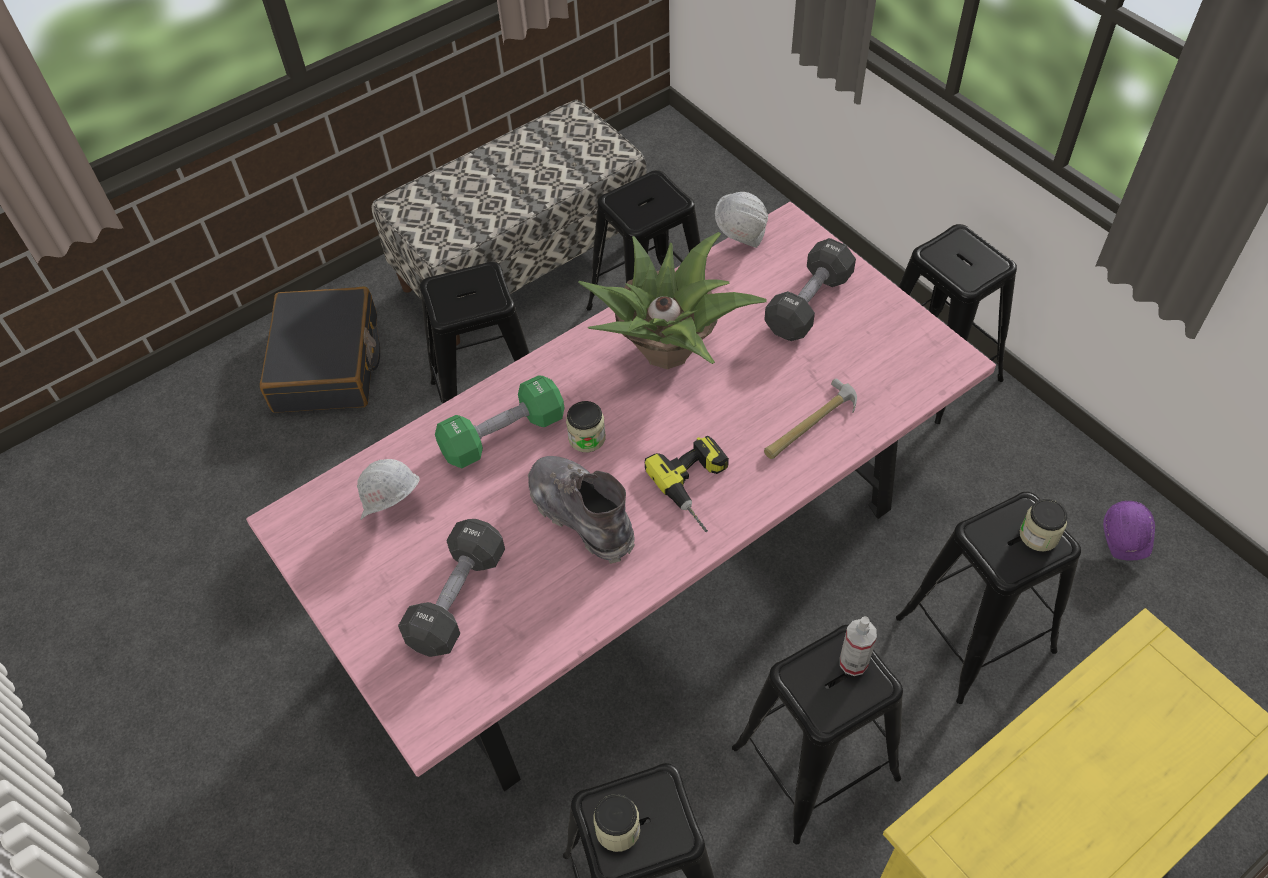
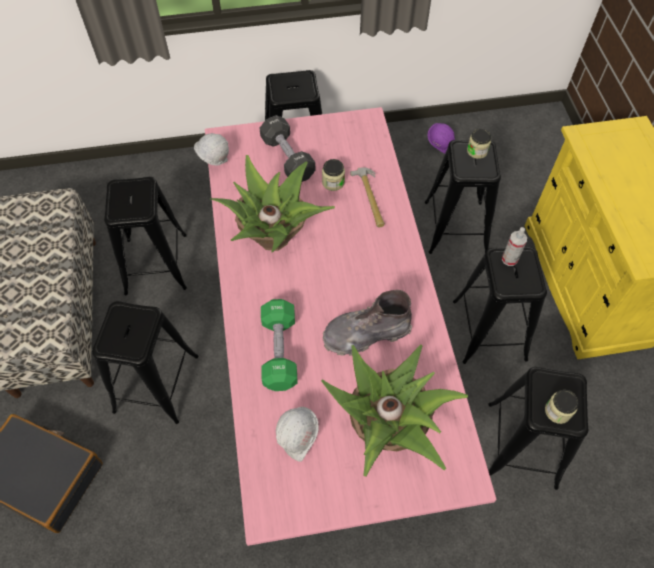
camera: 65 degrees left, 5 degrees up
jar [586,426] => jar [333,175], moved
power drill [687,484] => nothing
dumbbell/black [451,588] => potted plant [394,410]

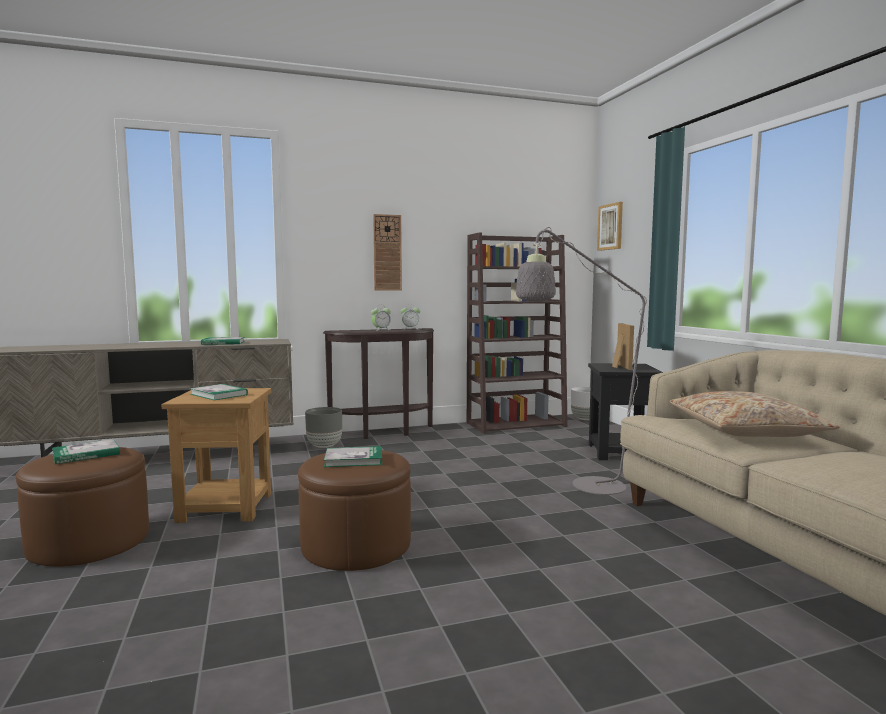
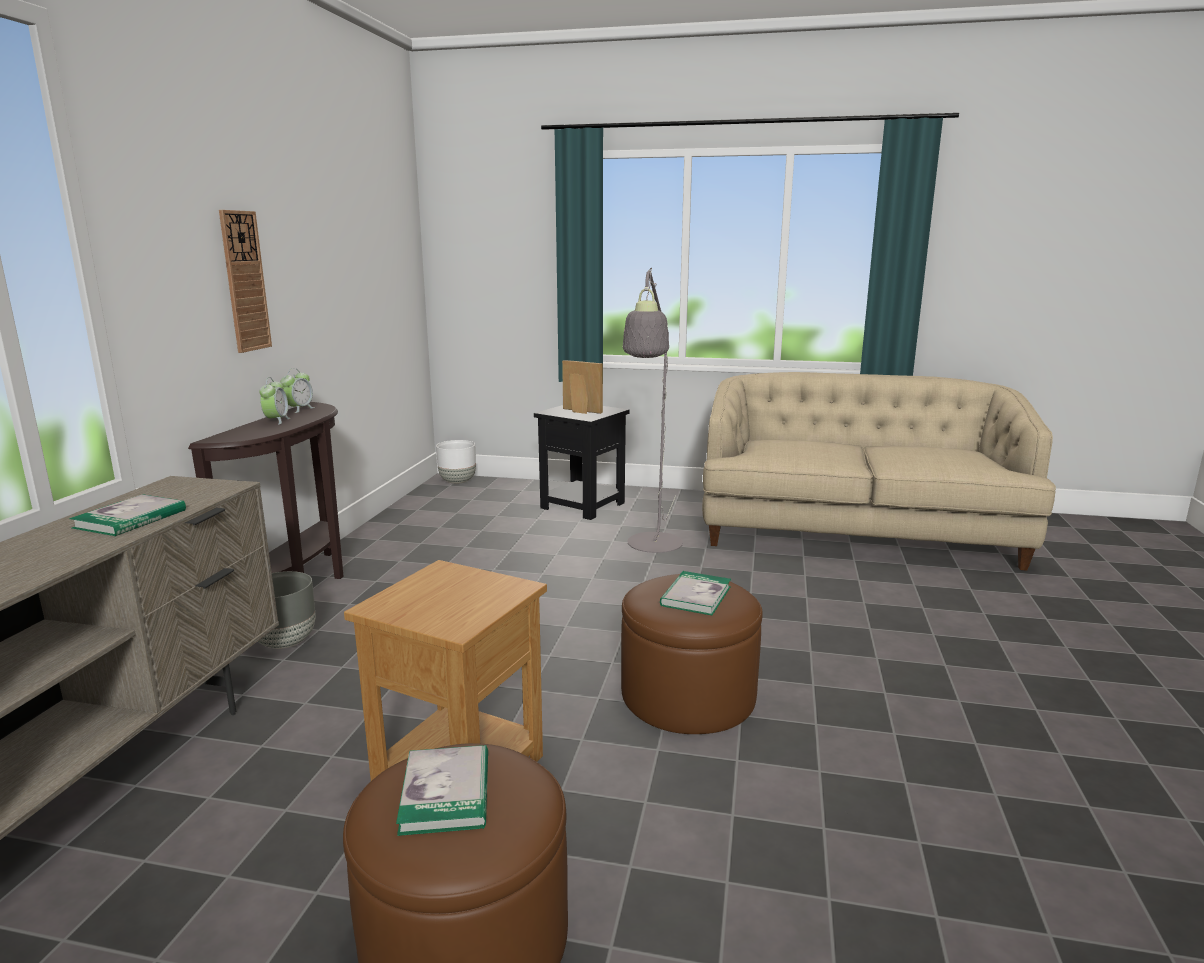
camera: 60 degrees left, 10 degrees up
picture [610,226] => nothing
bookcase/brown [517,333] => nothing
book [219,392] => nothing
pillow/beige [754,414] => nothing

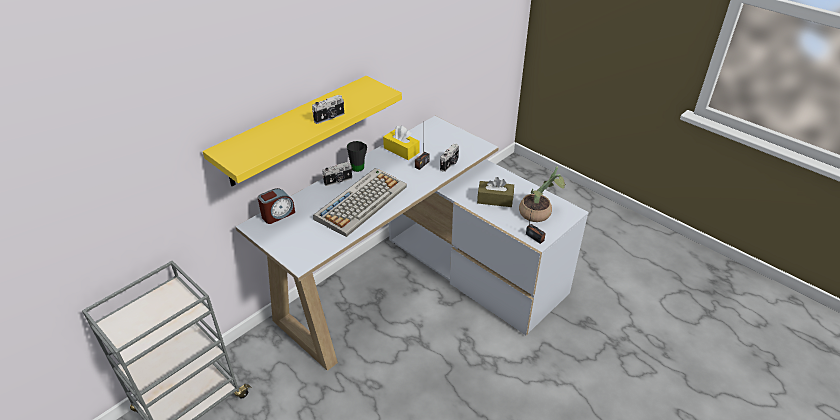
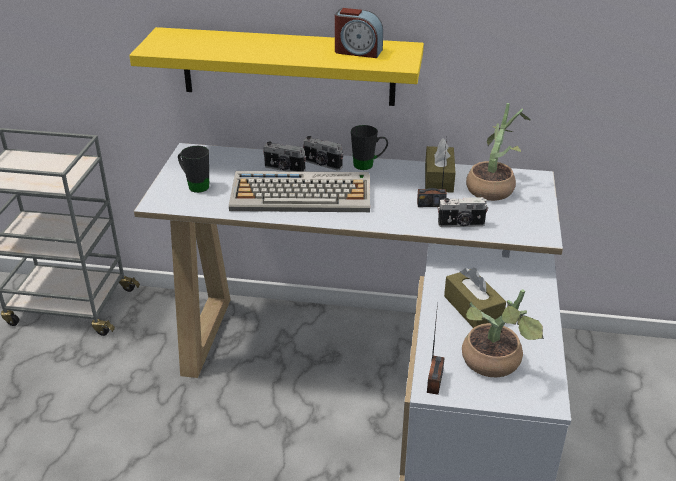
camera: 55 degrees right, 5 degrees down
photo camera [328,109] => photo camera [284,157], moved
tissue box/yellow [401,143] => tissue box/brown [440,165]
alarm clock [276,206] => alarm clock [359,33], moved
nothing => potted plant [498,152]
nothing => mug/black [193,169]

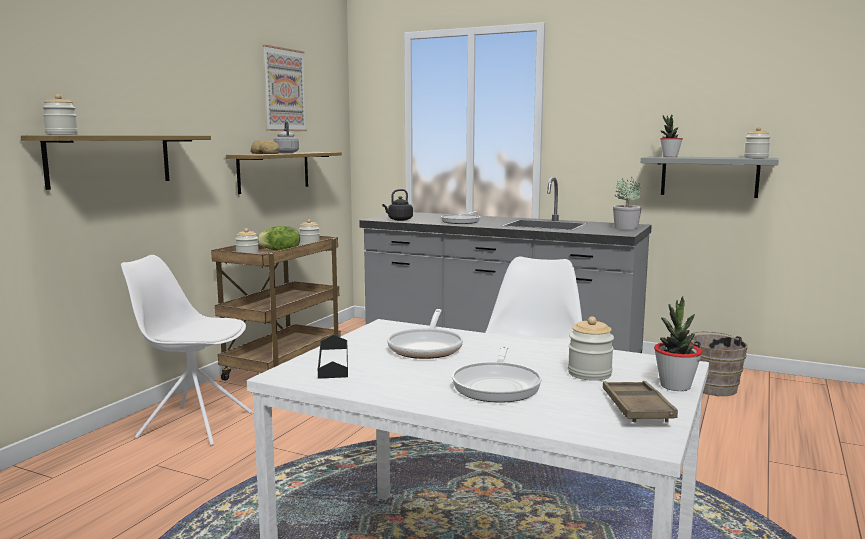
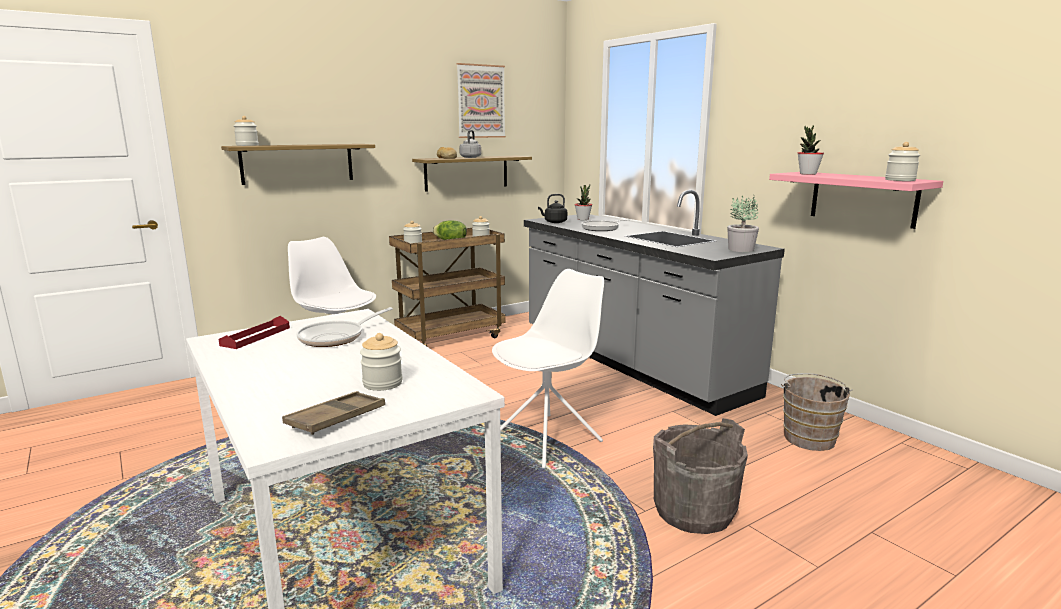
camera: 30 degrees right, 5 degrees up
shelf/grey [710,177] => shelf/pink [856,200]
potted plant [678,343] => potted plant [583,202], moved
tray/black [333,357] => tray/red [254,332]
frying pan [497,374] => nothing
nothing => bucket/grey [700,476]

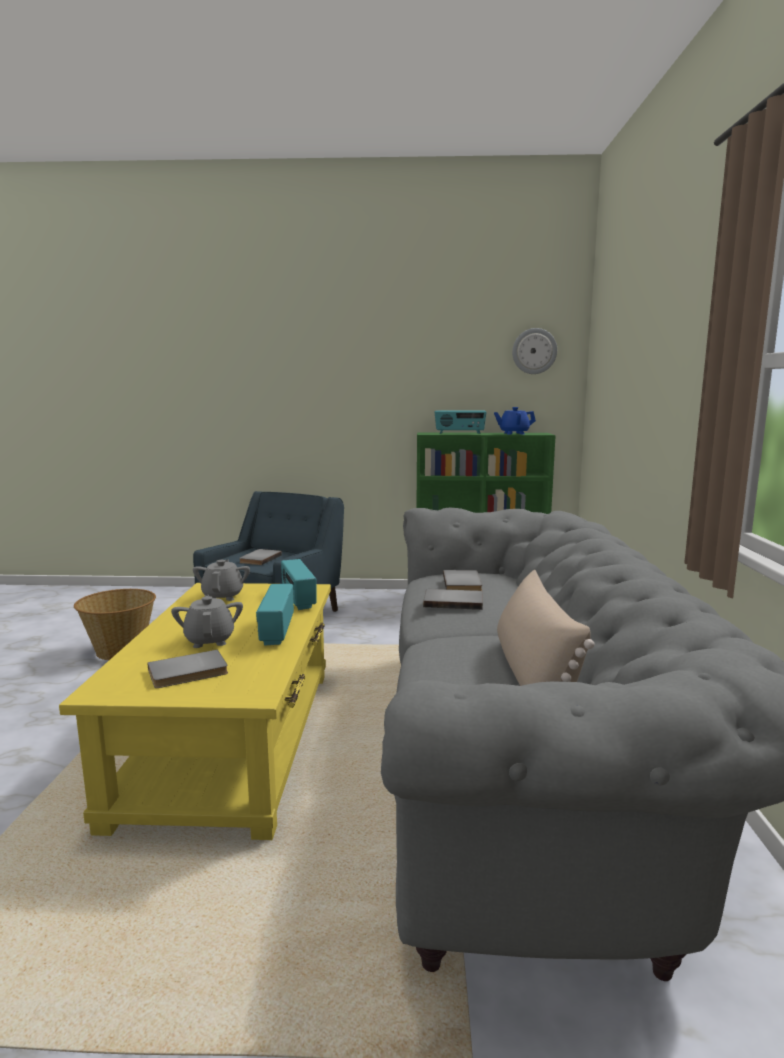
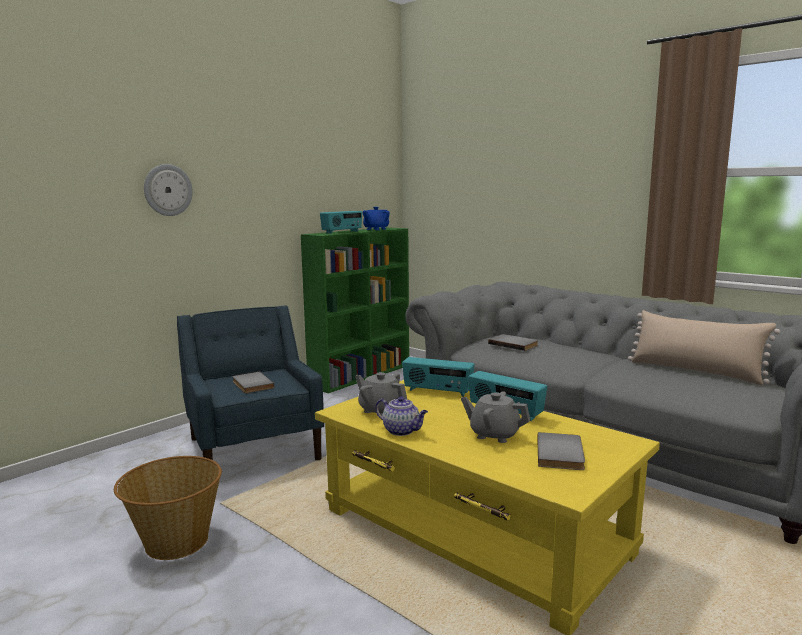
camera: 50 degrees left, 0 degrees up
wall clock [534,351] => wall clock [168,190], moved
book/grey [453,599] => nothing
nothing => teapot [401,416]

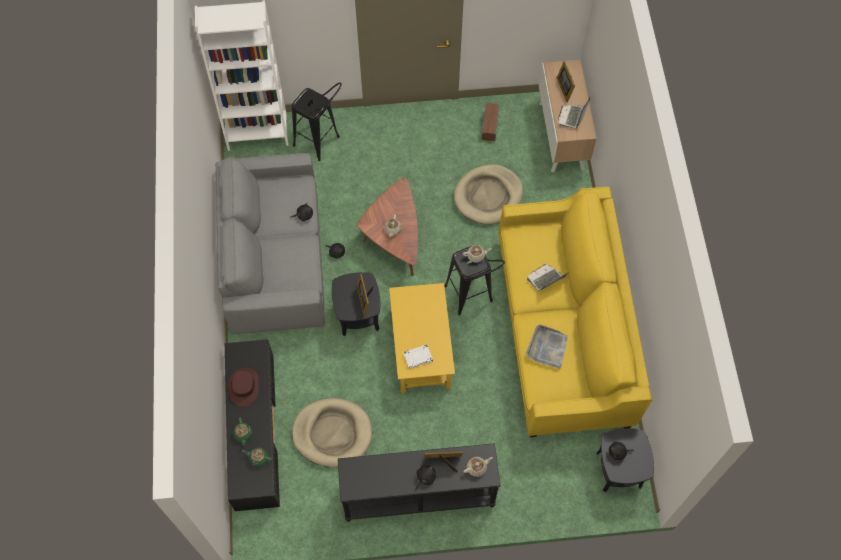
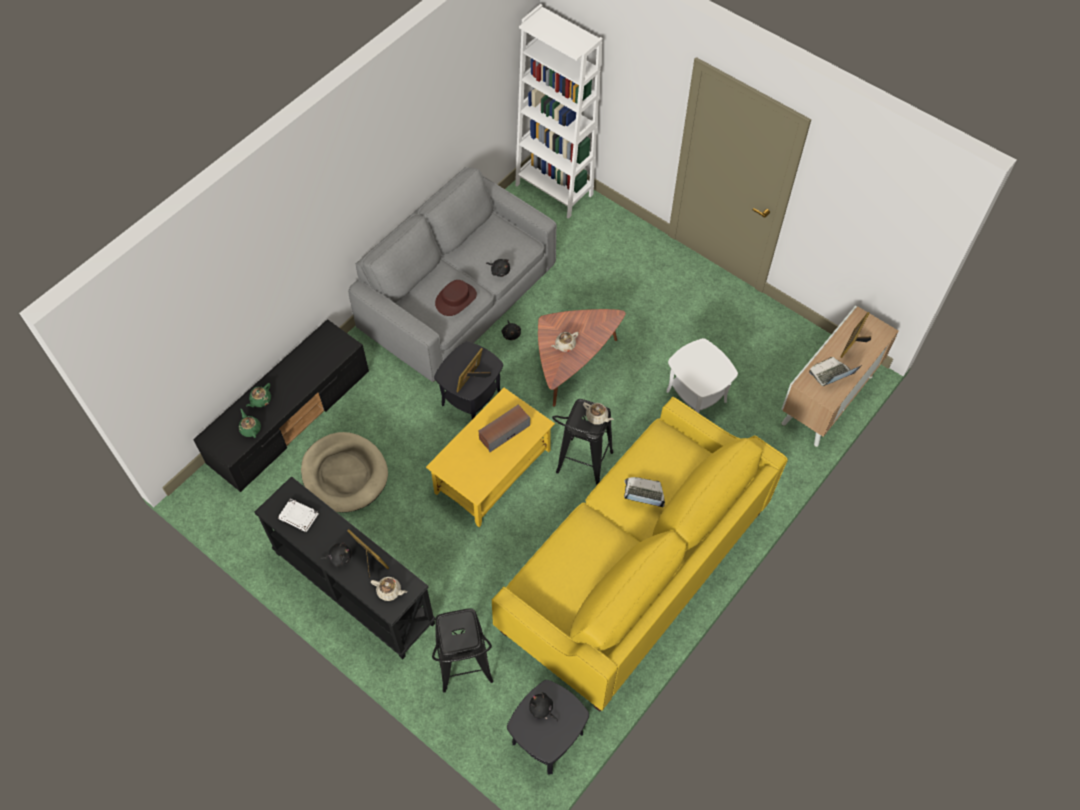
camera: 45 degrees right, 5 degrees down
stool/black [317,121] => stool/black [462,650], moved
speaker [490,122] => speaker [504,428], moved
dog bed/beige [488,194] => side table/white [702,375]
tray/grey [547,347] => nothing
book/white [418,357] => book/white [298,515], moved
hat/brown [244,387] => hat/brown [456,298], moved

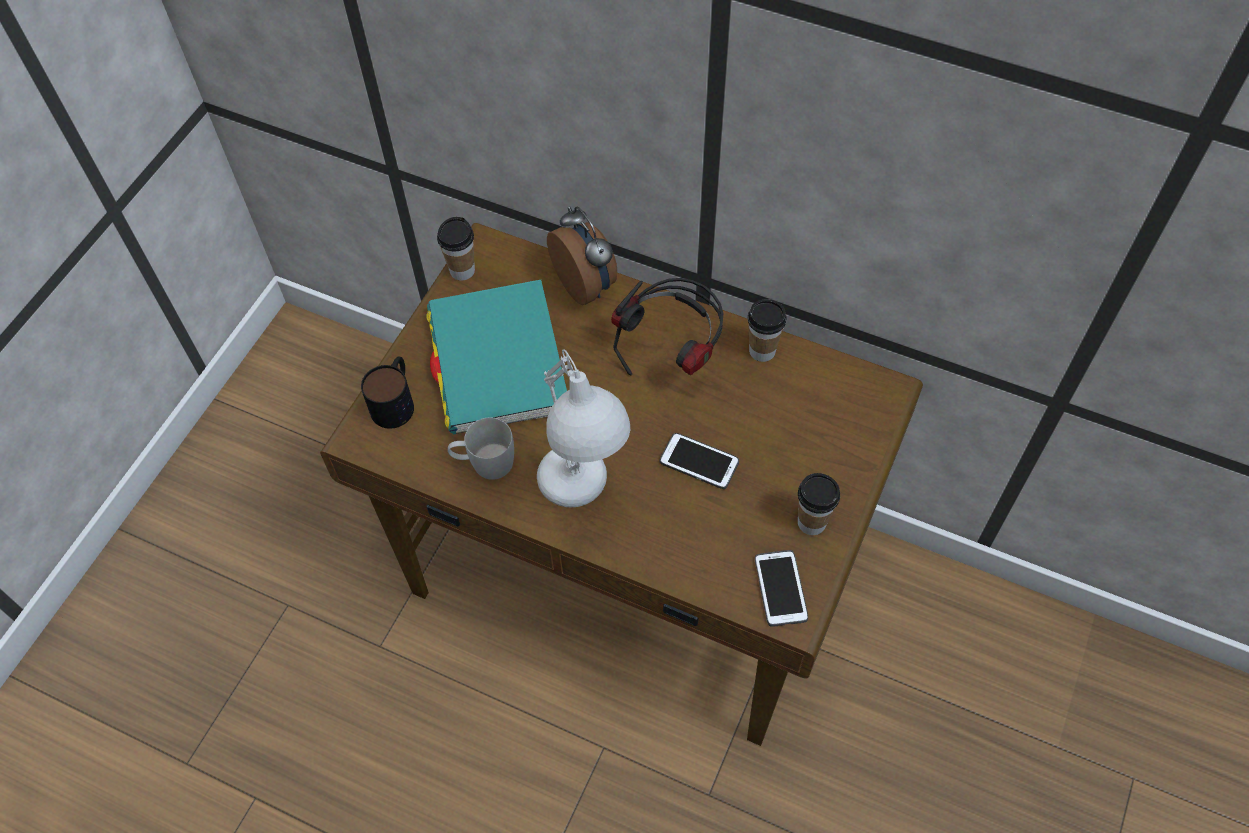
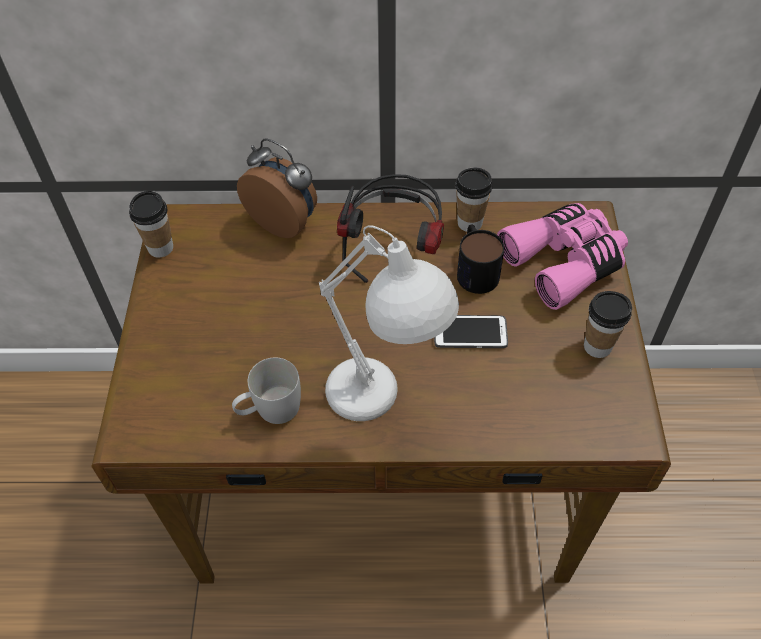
camera: 25 degrees left, 5 degrees down
book/turquoise [496,357] => nothing
mug [387,393] => mug [481,259], moved
phone [781,588] => nothing
nothing => binoculars/pink [562,256]

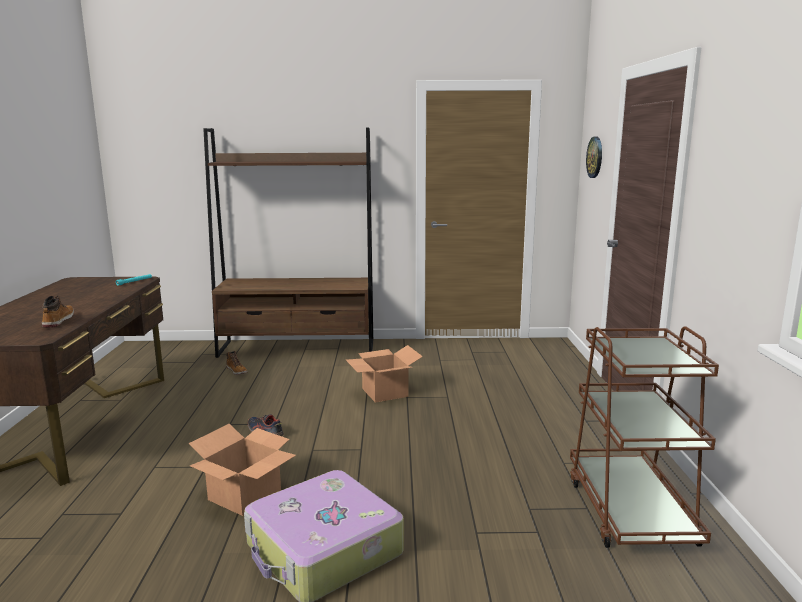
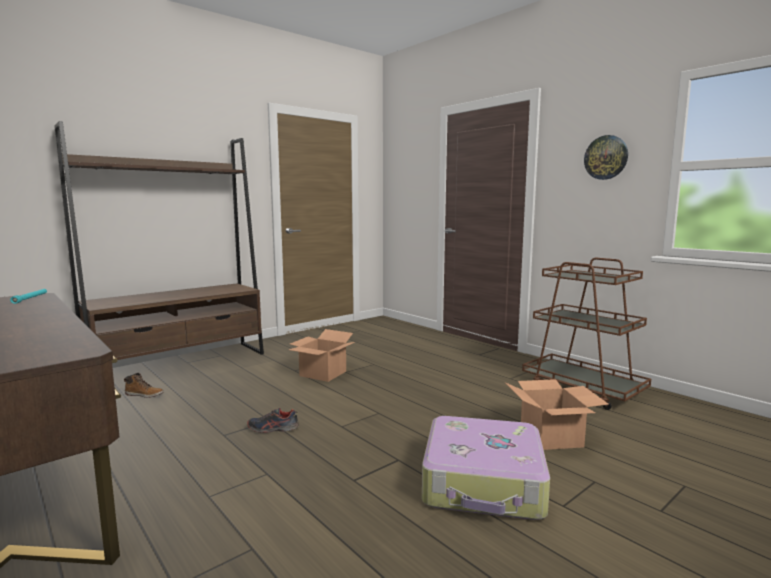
camera: 40 degrees left, 5 degrees down
wall clock [594,157] => wall clock [606,157], moved
boot [58,311] => nothing
cardboard box [242,470] => cardboard box [557,414], moved

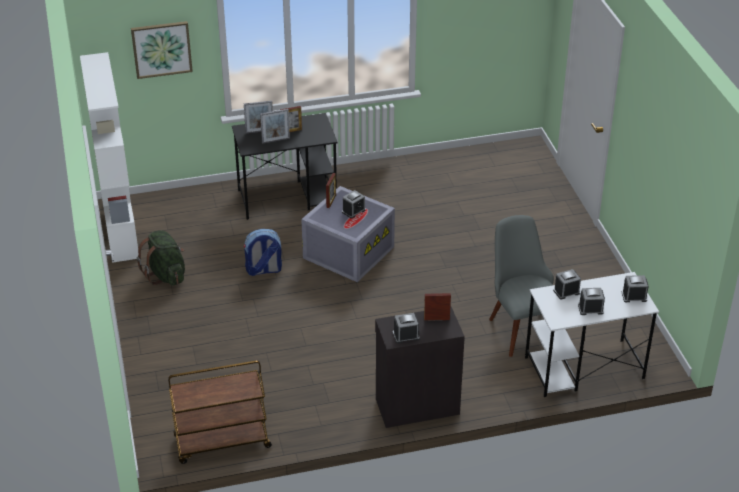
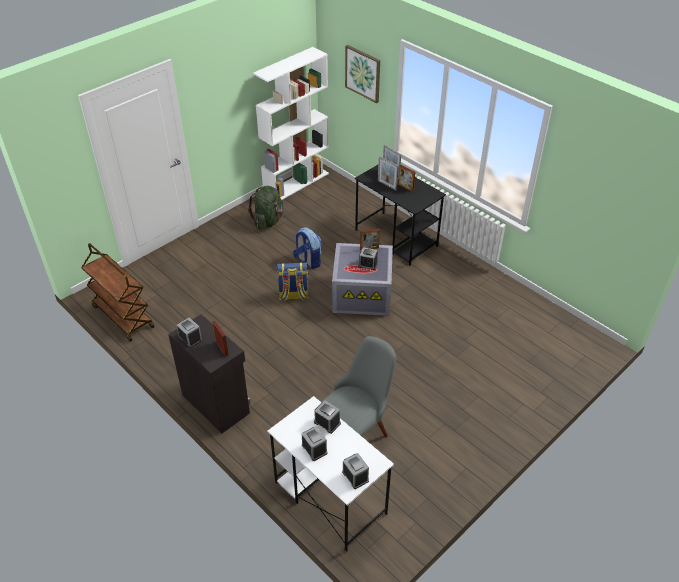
camera: 60 degrees right, 5 degrees up
nothing => backpack [292,281]

